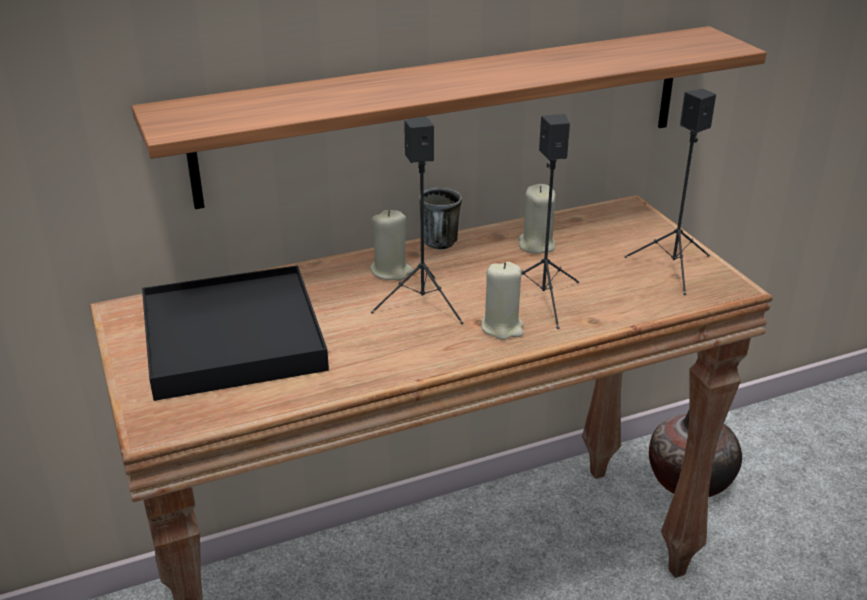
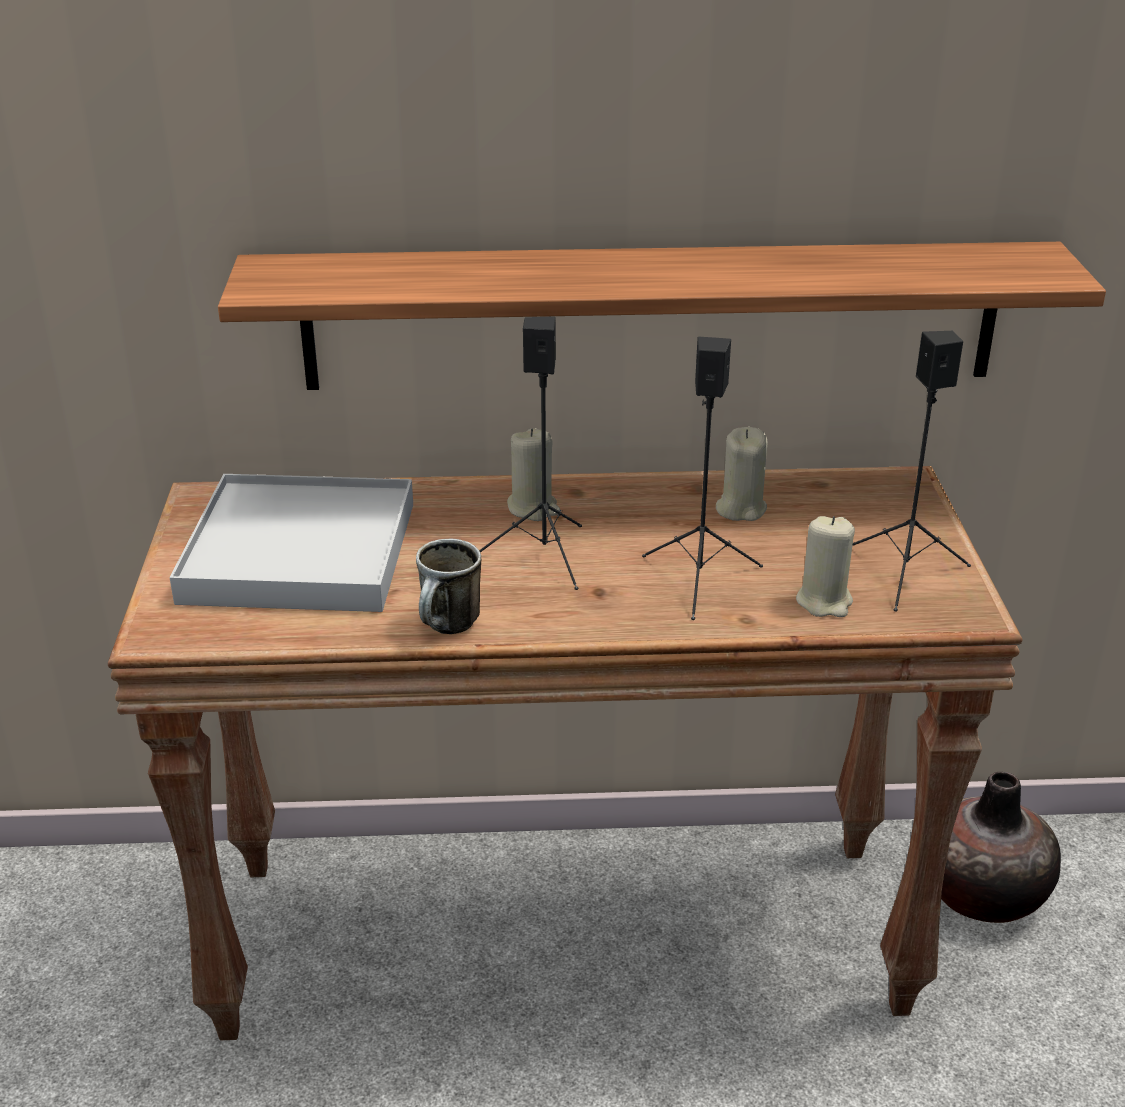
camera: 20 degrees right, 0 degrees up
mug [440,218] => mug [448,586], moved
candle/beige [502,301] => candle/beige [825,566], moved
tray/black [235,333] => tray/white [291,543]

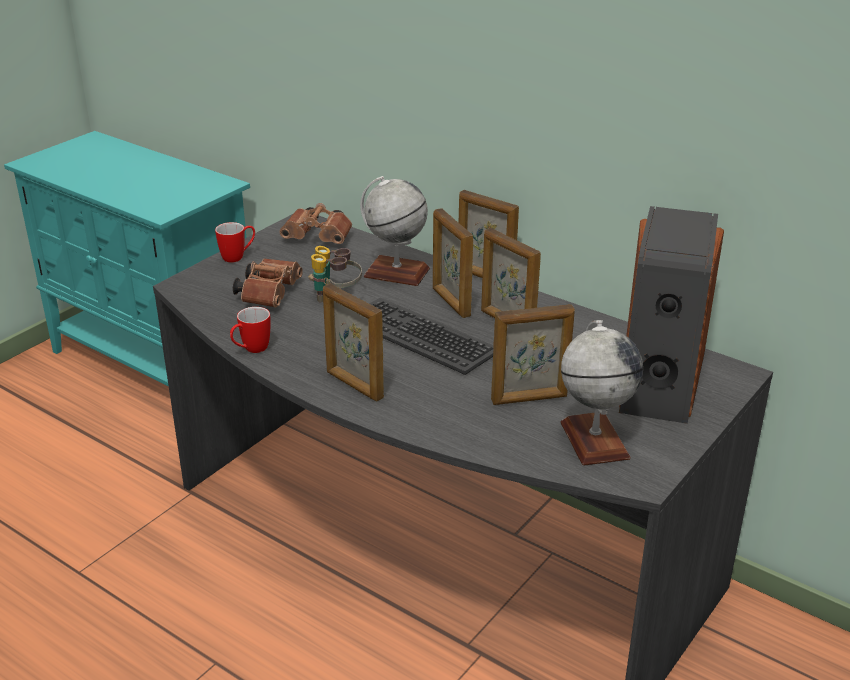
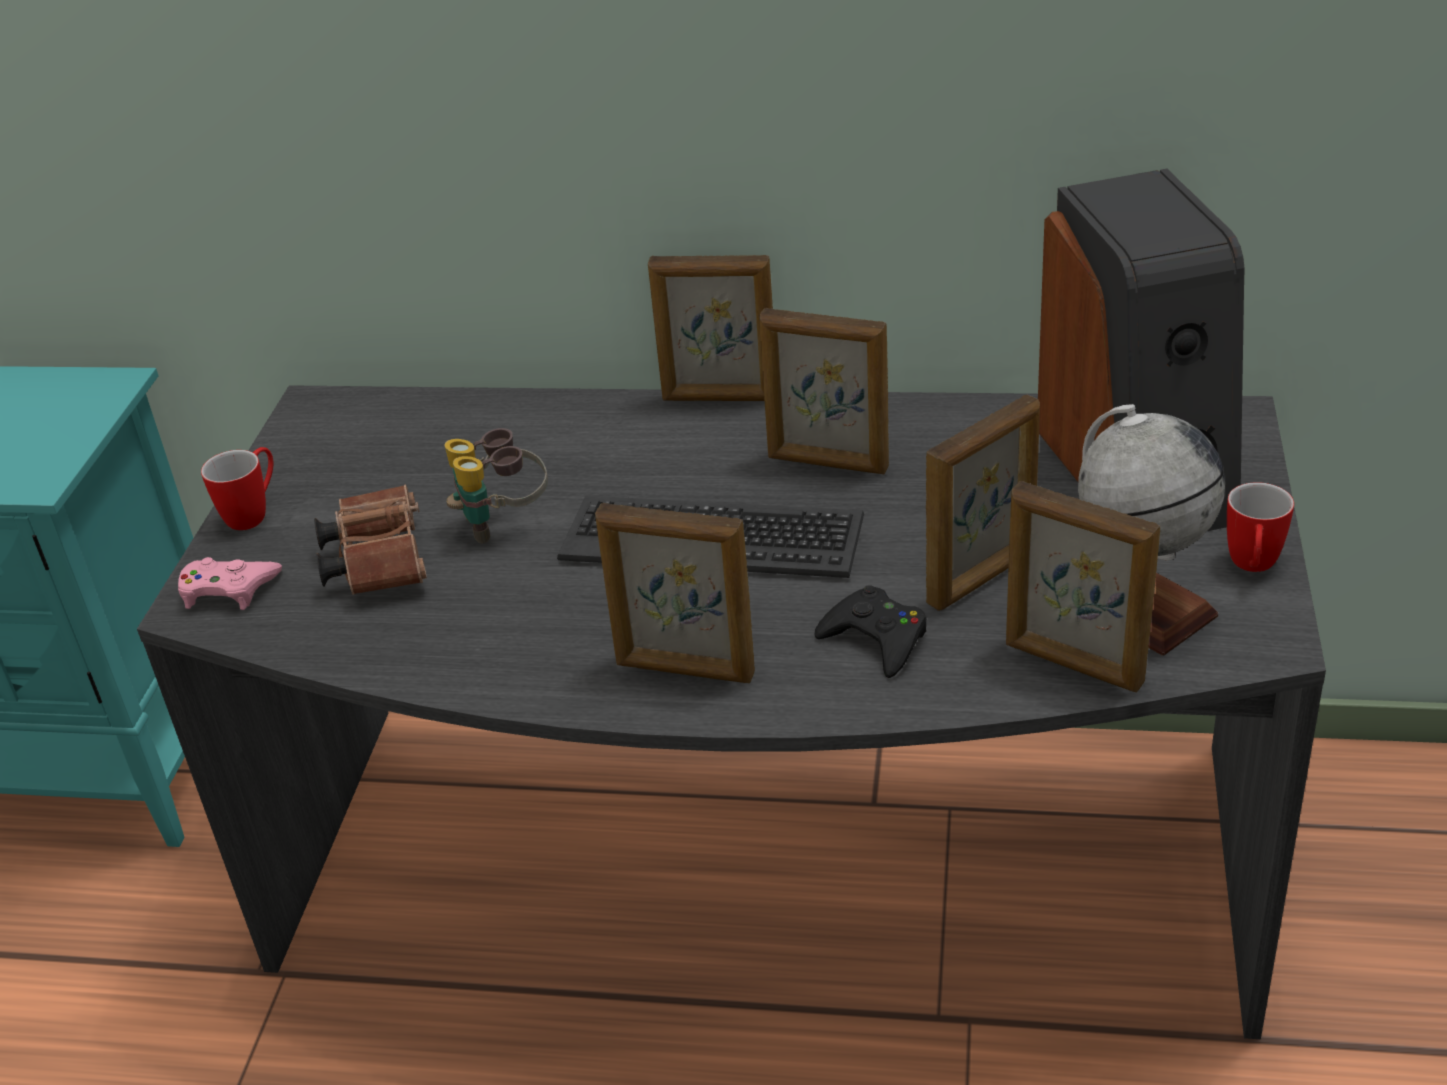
camera: 25 degrees left, 5 degrees up
globe [395,231] => nothing
binoculars/brown [316,223] => nothing
picture frame [453,263] => picture frame [1083,587], moved
mug [250,330] => mug [1260,527], moved
nothing => game controller/pink [230,583]
nothing => game controller/black [870,631]

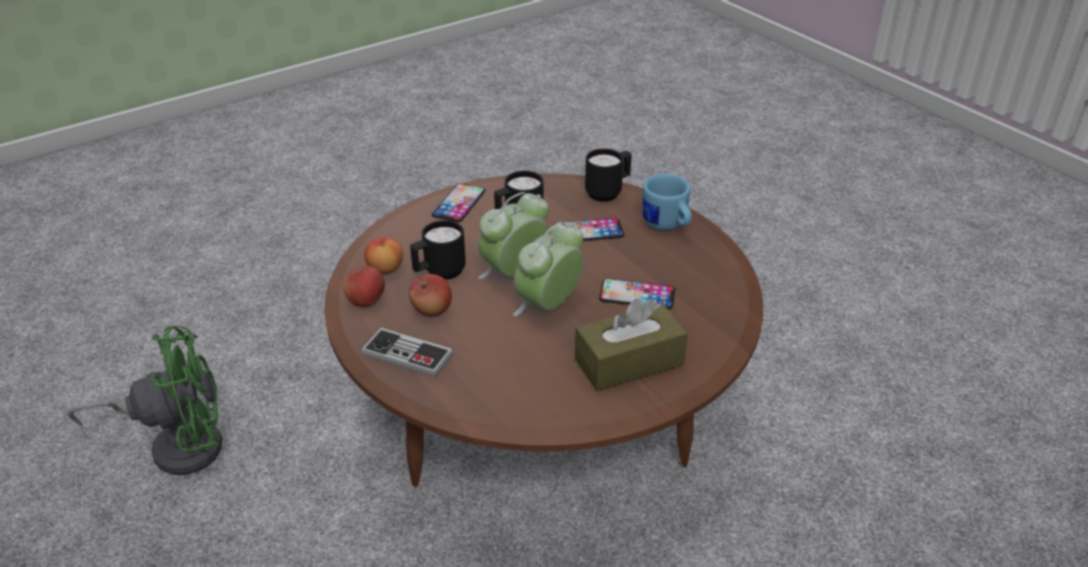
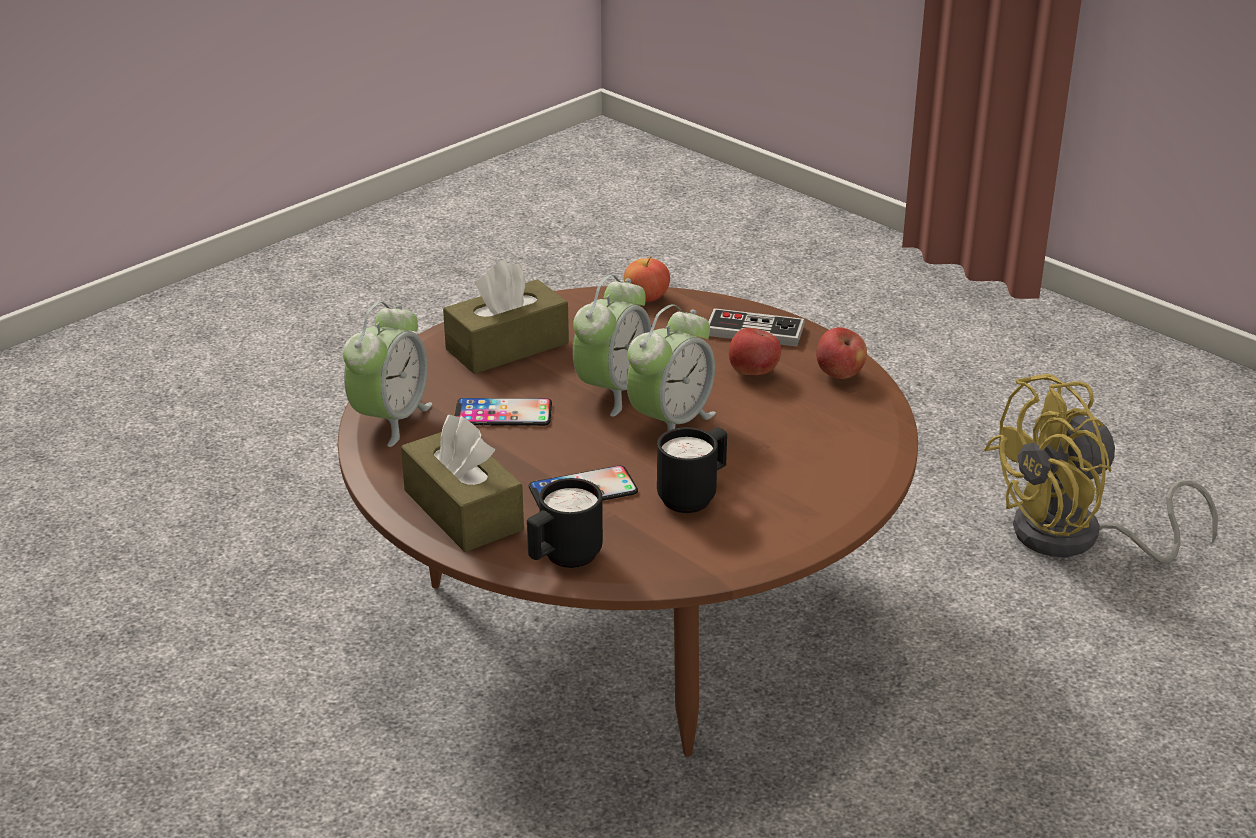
camera: 170 degrees right, 5 degrees down
mug/blue [667,202] => tissue box/brown [462,483]
phone [458,202] => nothing
mug/black [438,250] => nothing
apple [383,255] => apple [647,279], moved
fan/green [145,400] => fan/yellow [1101,468]
nothing => alarm clock [387,374]

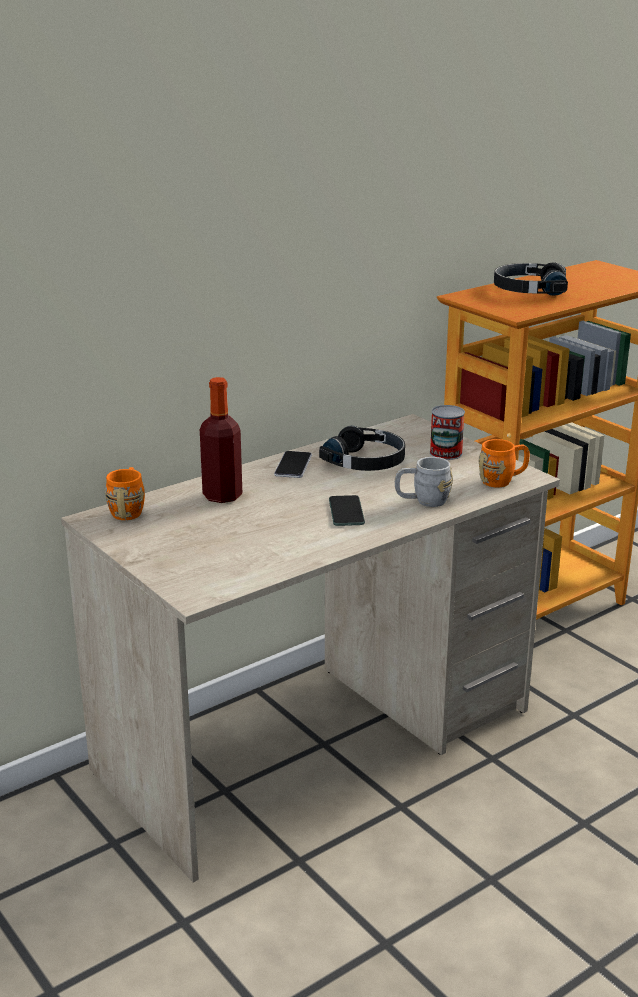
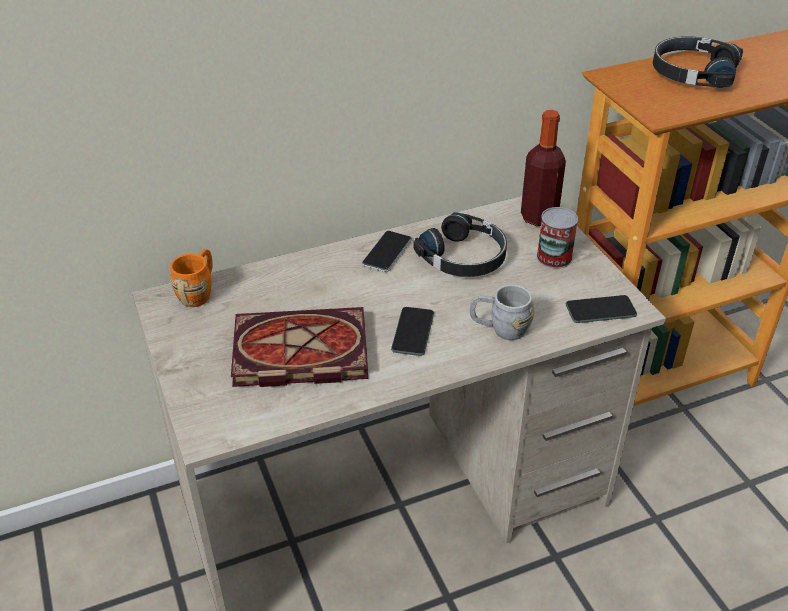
camera: 15 degrees right, 15 degrees up
bottle [221,440] => bottle [543,168], moved
mug/orange [504,463] => phone [601,309]
nothing => book [299,347]

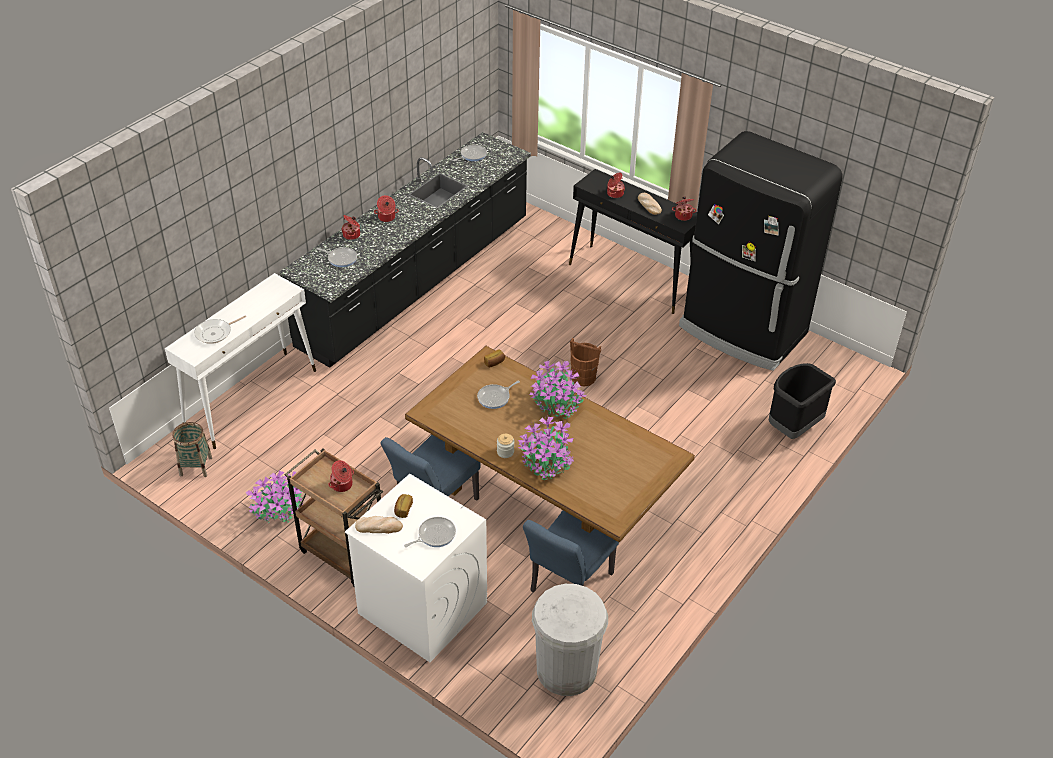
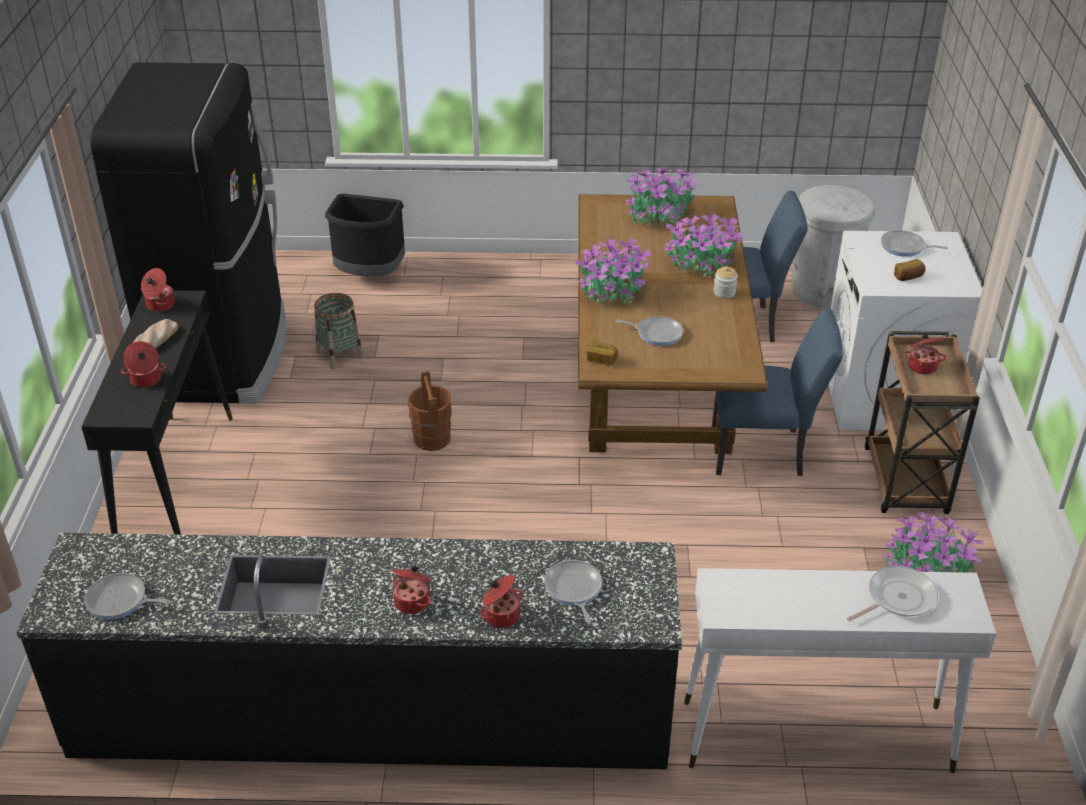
camera: 125 degrees left, 5 degrees down
frying pan [220,330] => frying pan [892,593], 45 degrees counterclockwise
basket [192,449] => basket [338,331], moved
bread [379,525] => nothing
nothing => potted plant [662,196]

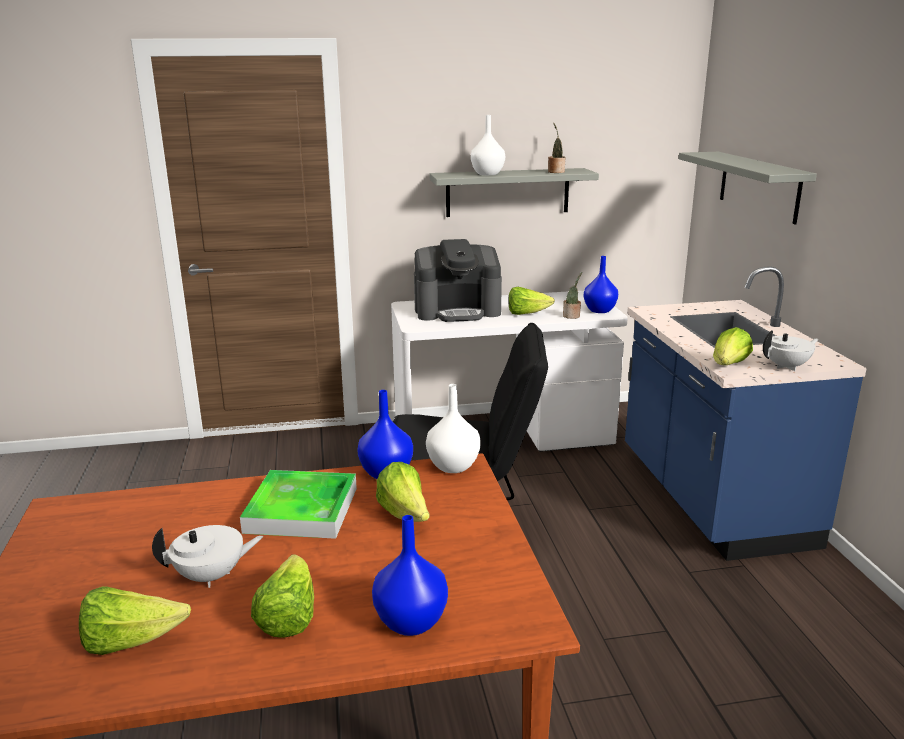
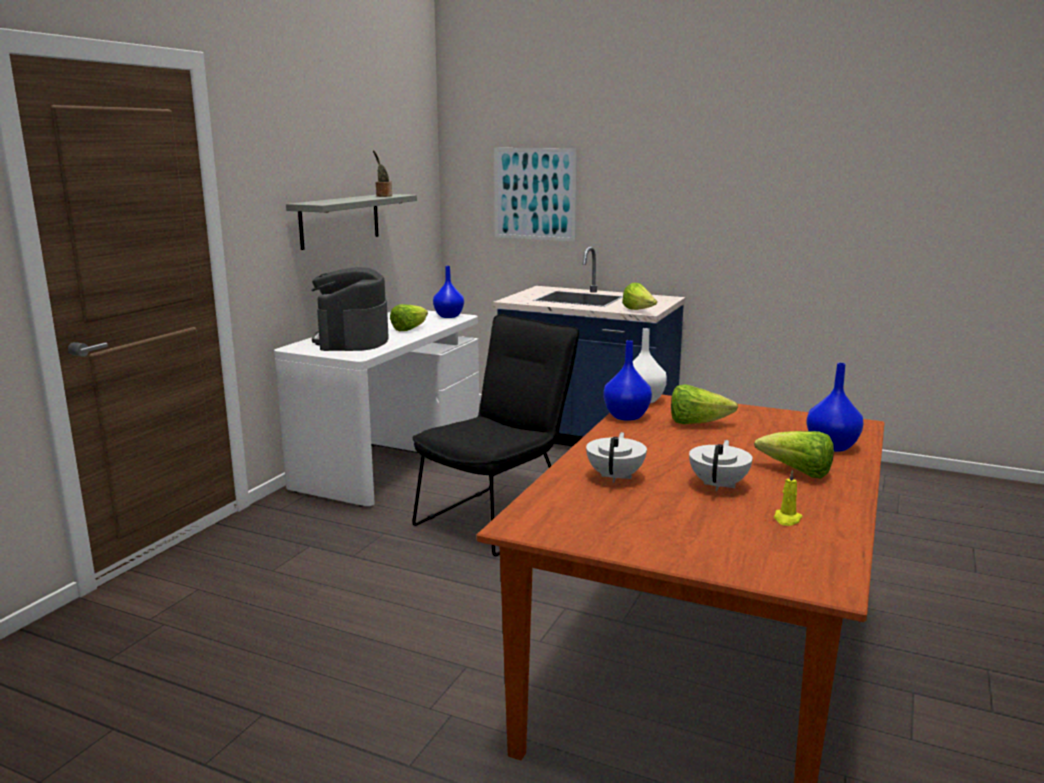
camera: 55 degrees left, 5 degrees down
vase/white [488,145] => nothing
shelf/grey [748,188] => picture [535,195]
coffee machine [458,280] => coffee machine [350,309], 150 degrees clockwise
potted plant [572,295] => nothing
teapot/white [791,350] => teapot/white [616,457], moved
tray [298,504] => nothing
lettuce [135,620] => candle/yellow [788,497]

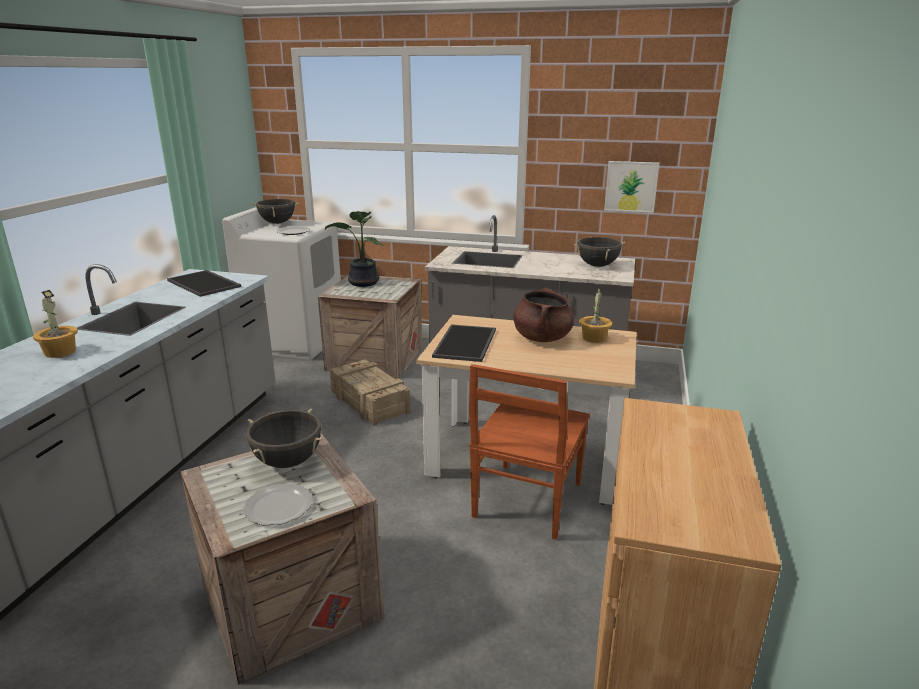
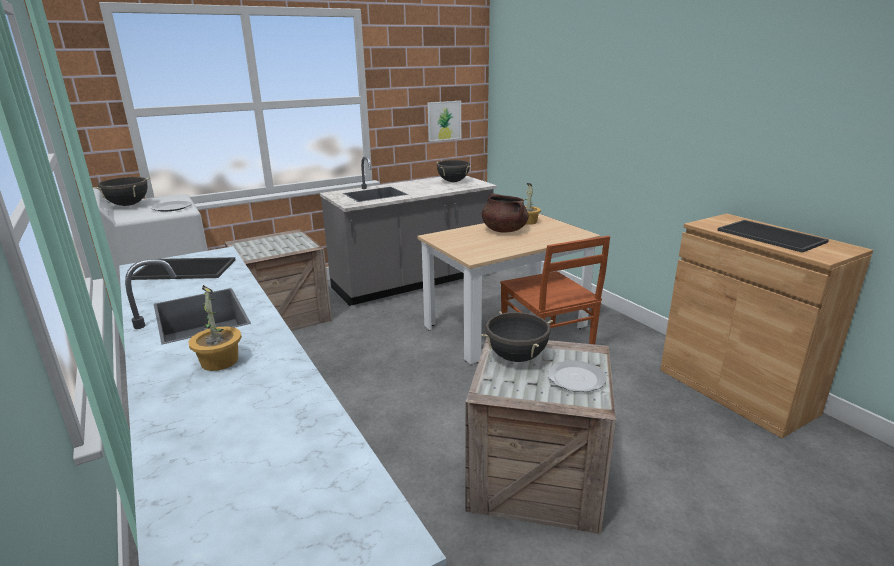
camera: 45 degrees left, 0 degrees up
potted plant [354,249] => nothing
tray [464,343] => tray [773,236], moved
crate [370,392] => nothing

